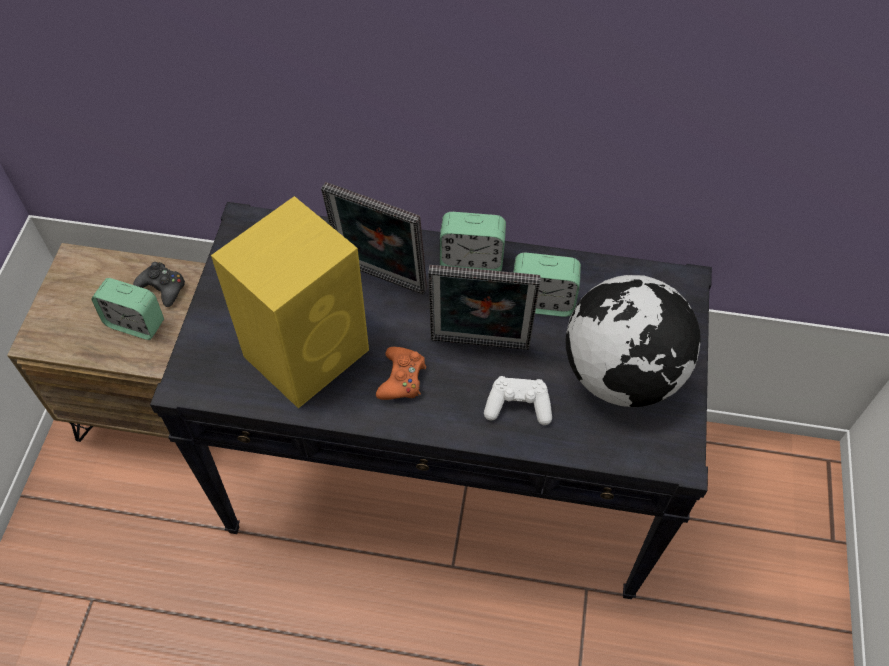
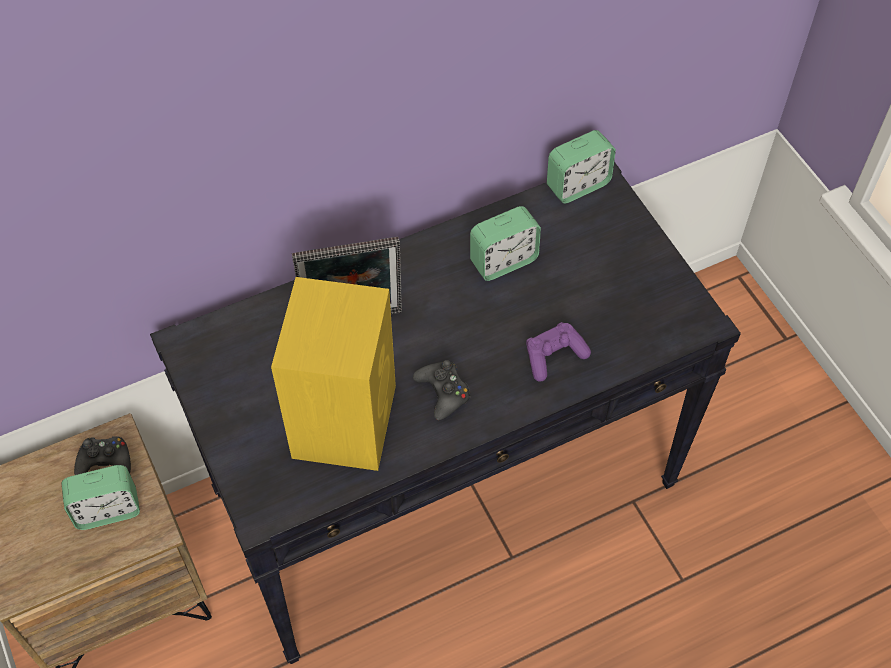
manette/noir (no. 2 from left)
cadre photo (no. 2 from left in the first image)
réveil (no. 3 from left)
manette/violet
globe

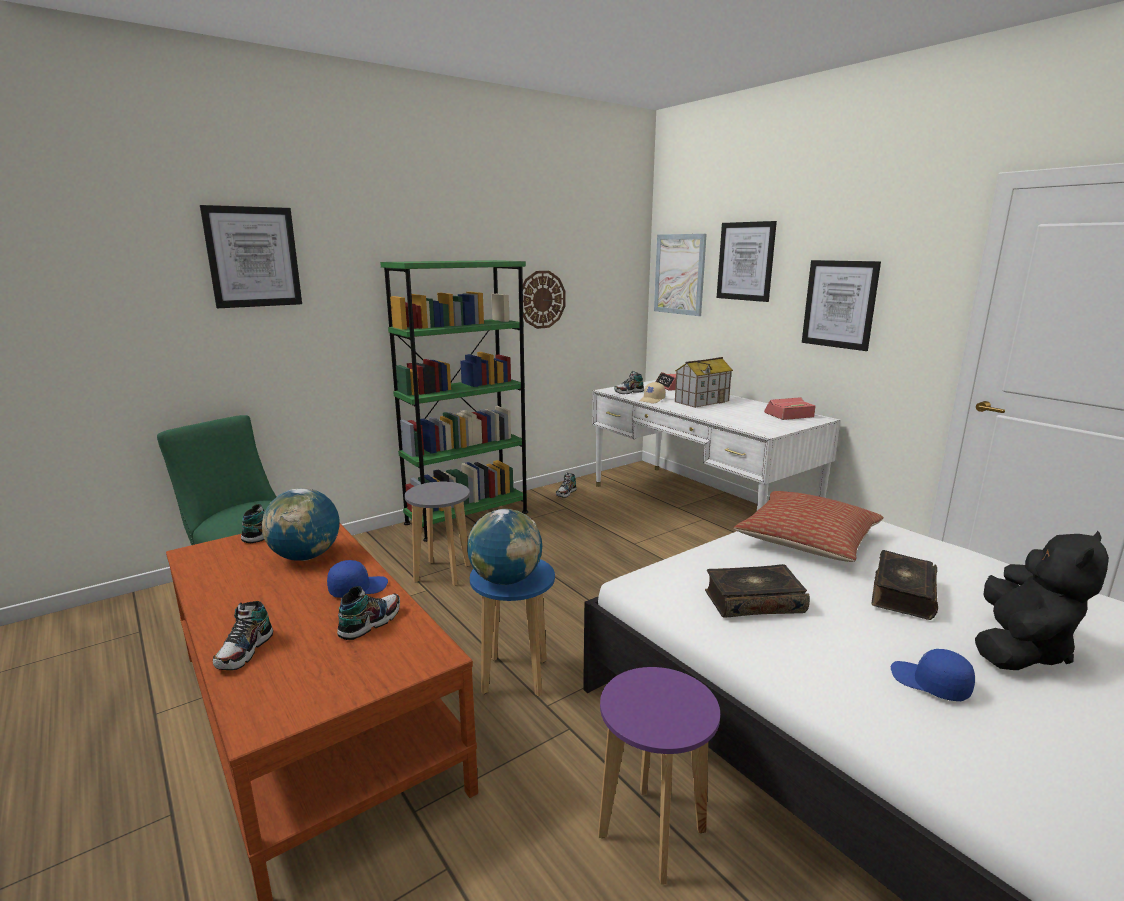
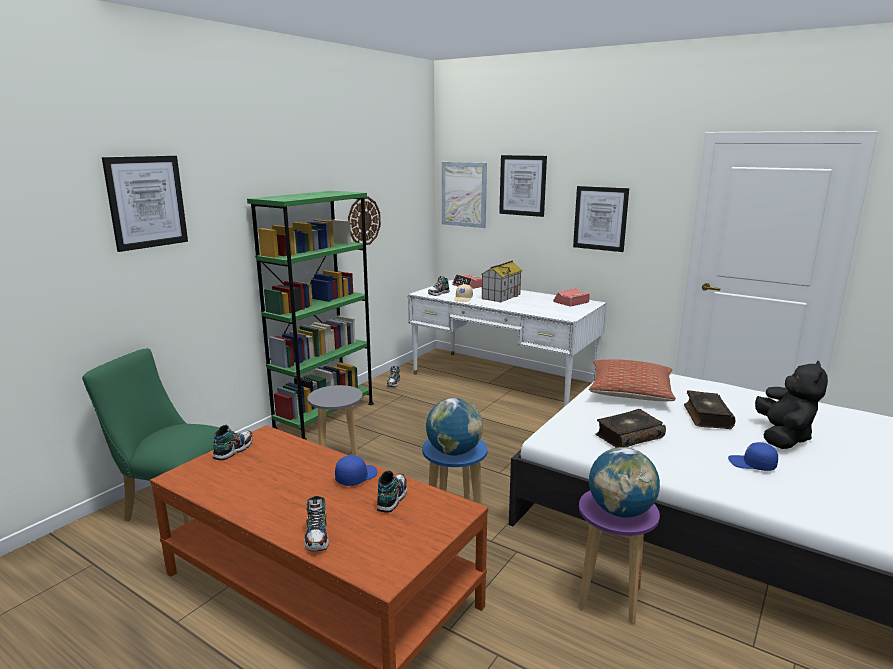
globe (no. 2 from left)

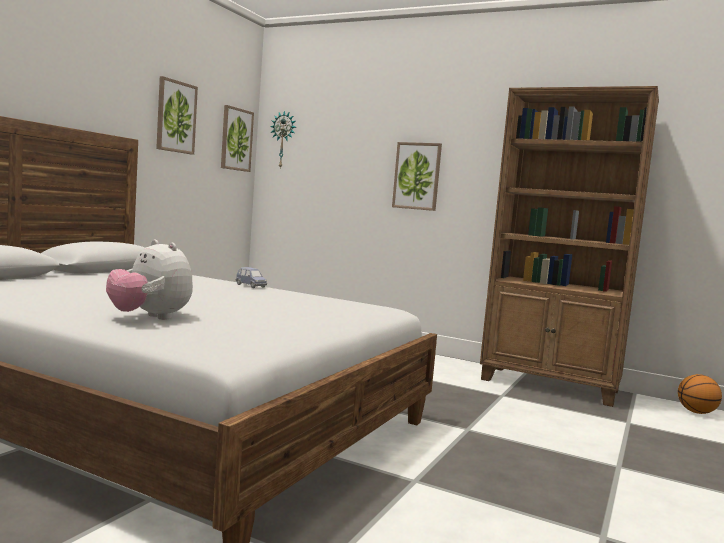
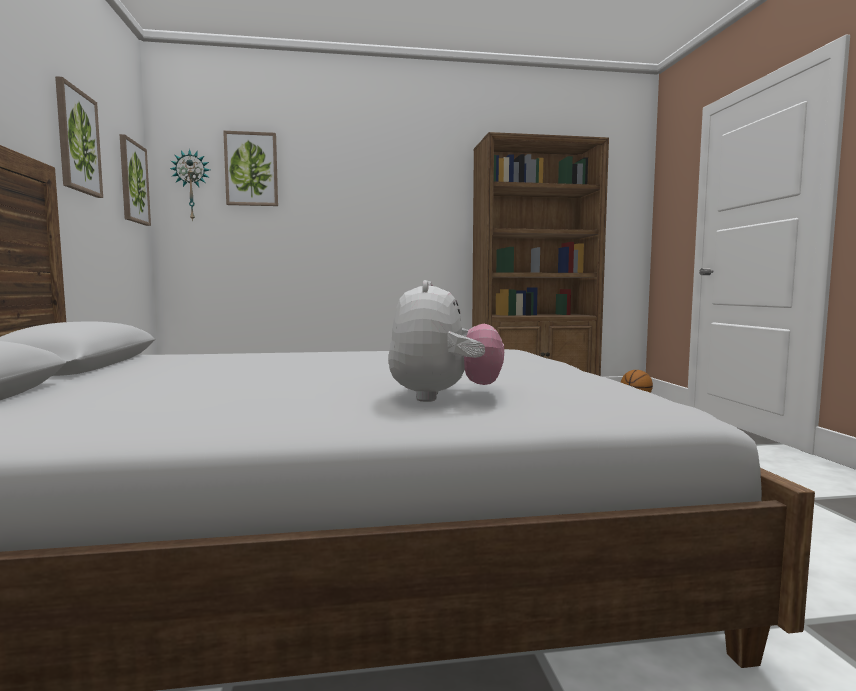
peluche
petite voiture/bleu
tableau (no. 3 from left)

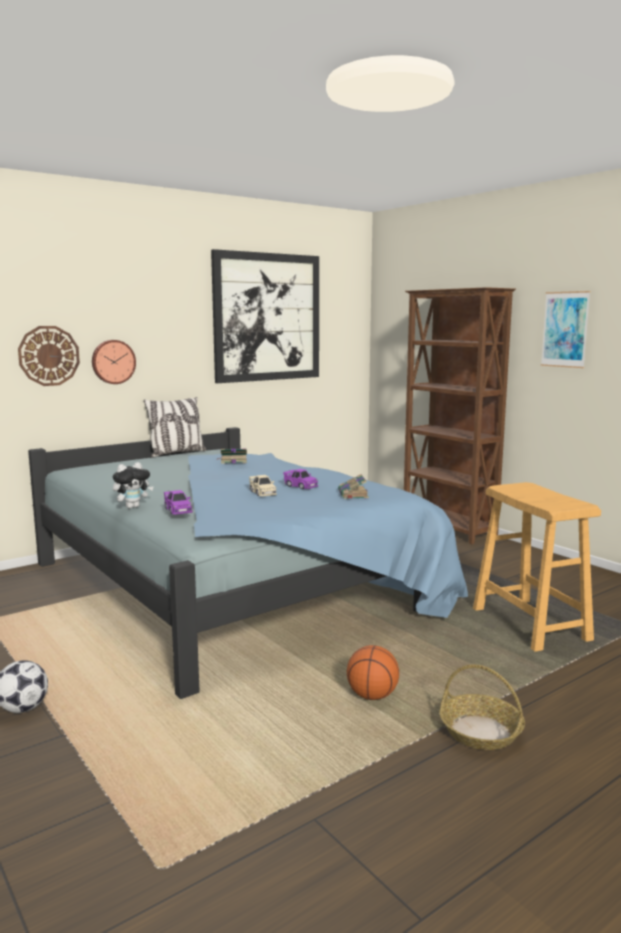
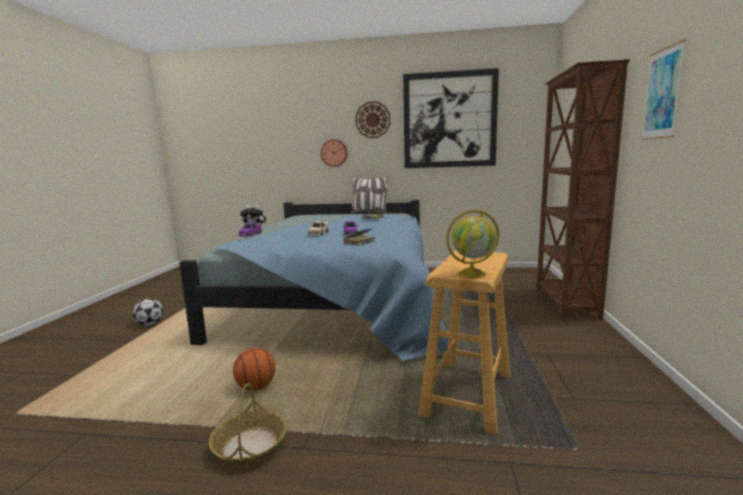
horloge murale (no. 2 from left)
globe

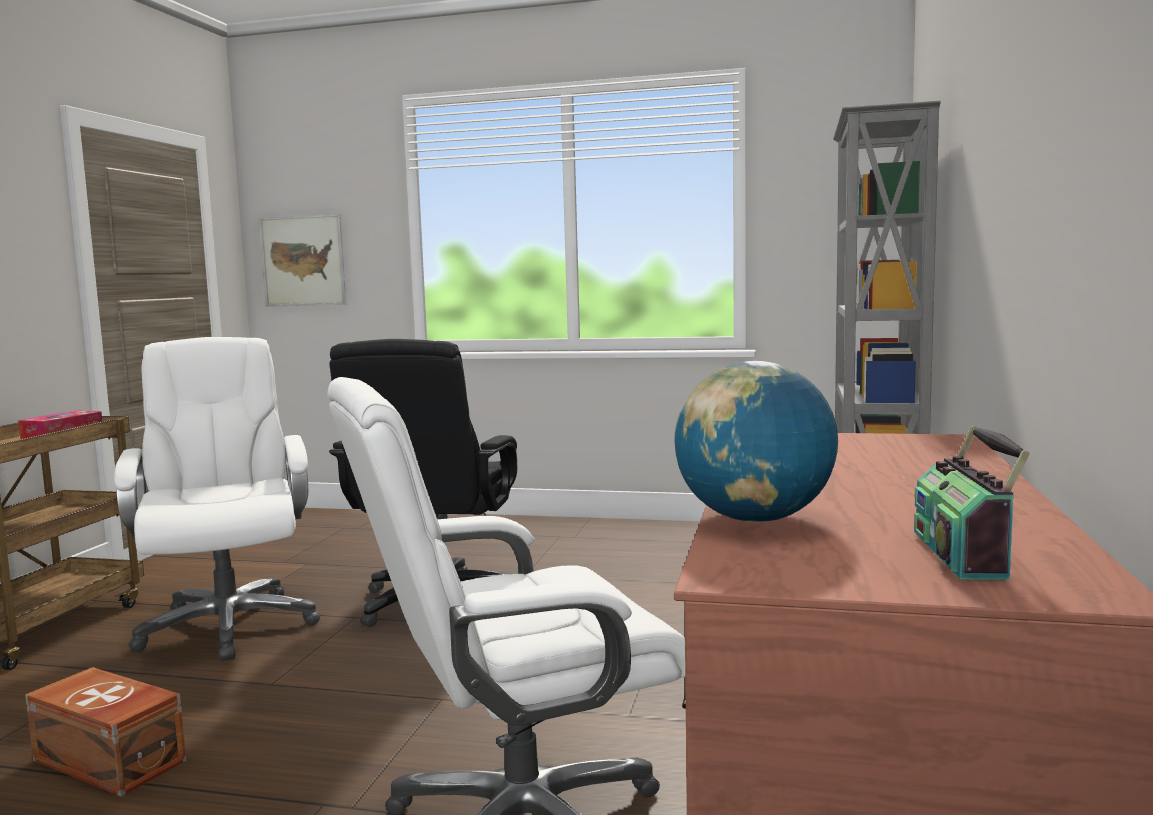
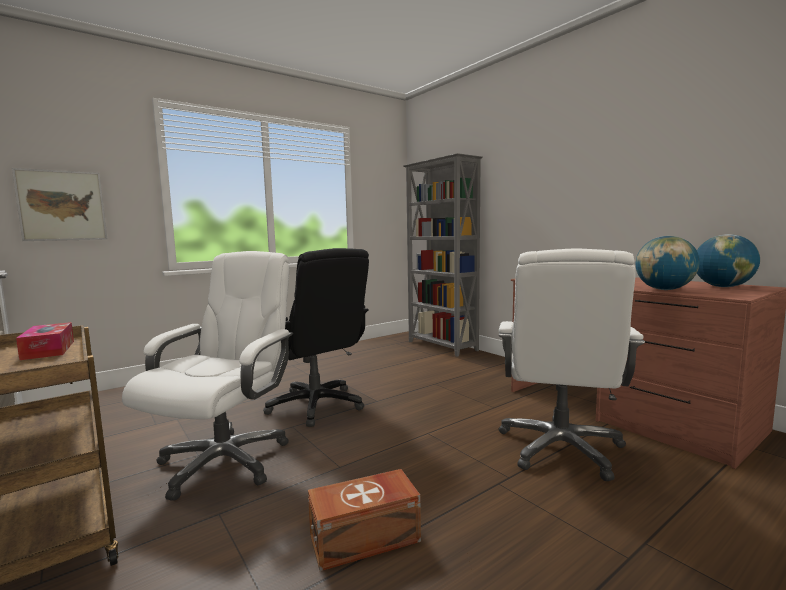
chaise de bureau/blanc (no. 1 from left)
globe (no. 2 from left)

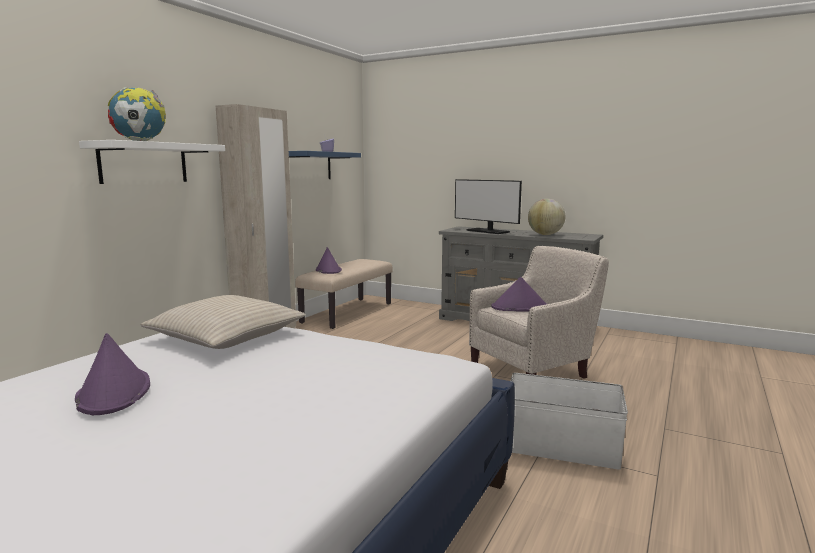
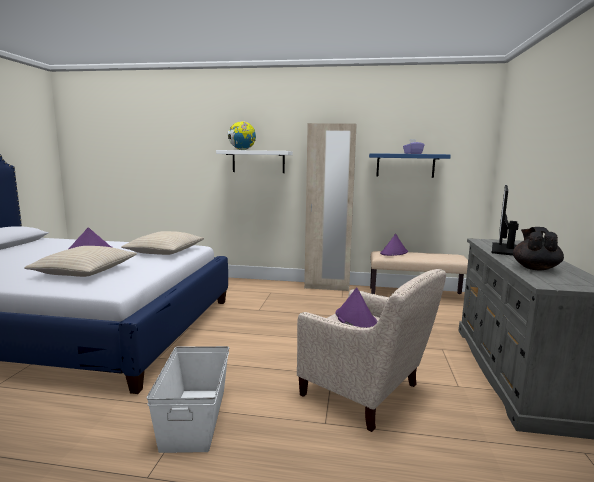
théière/noir
coussin/beige (no. 1 from left)

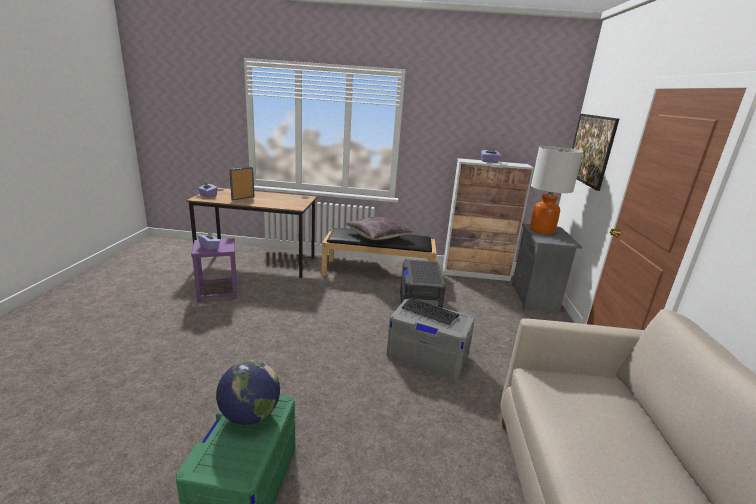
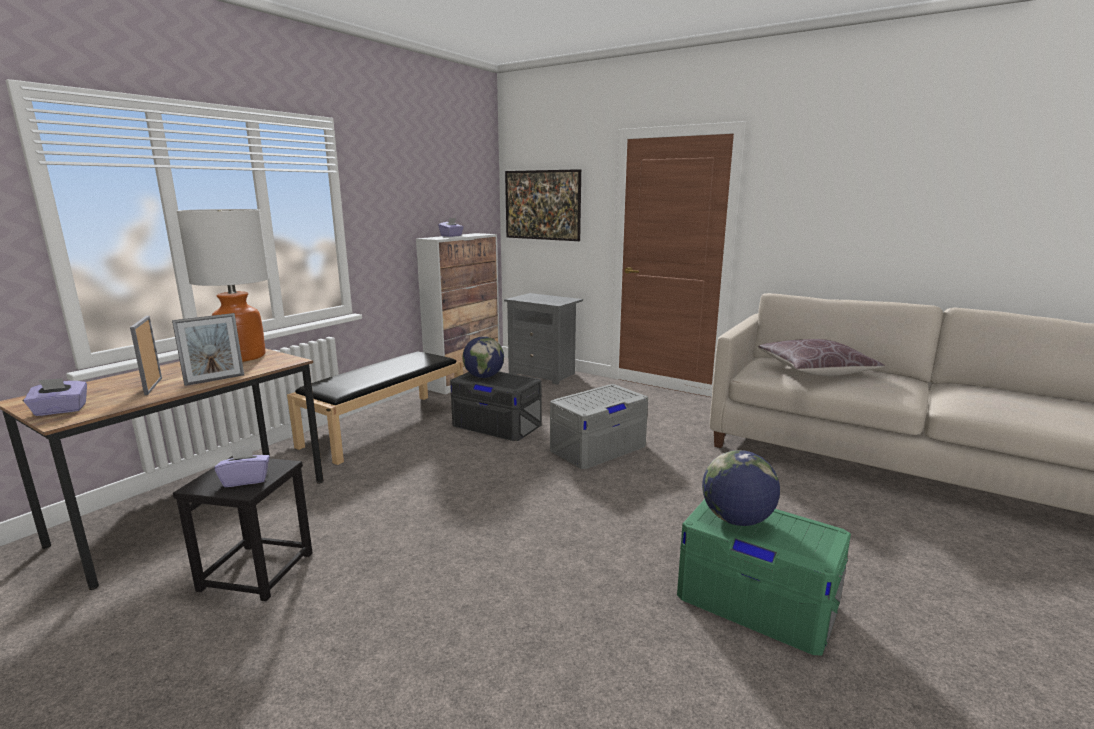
tabouret/noir
coussin/marron
clavier
lampe de table
cadre photo (no. 2 from left)
globe (no. 1 from left)

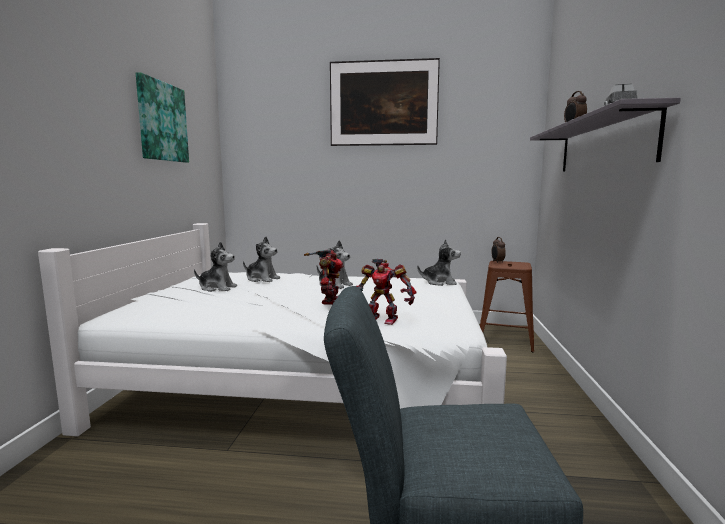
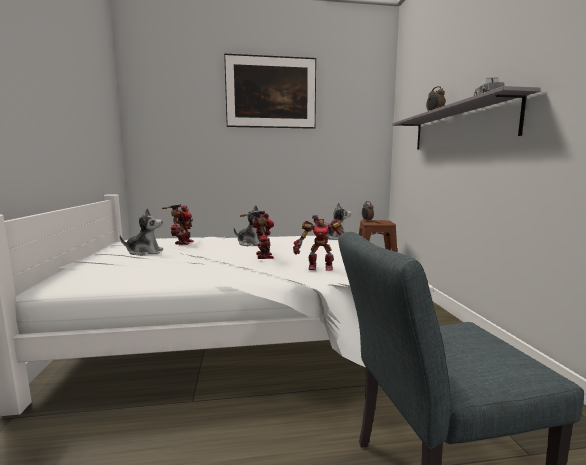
tableau (no. 1 from left in the first image)
robot jouet (no. 1 from left)

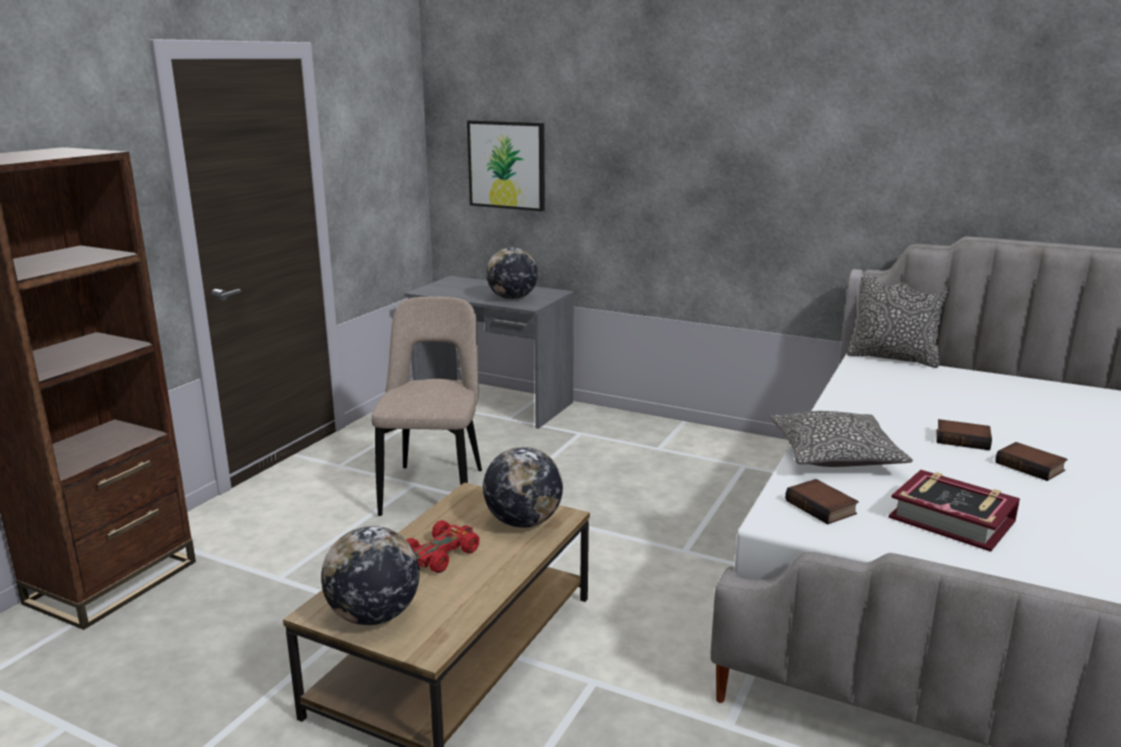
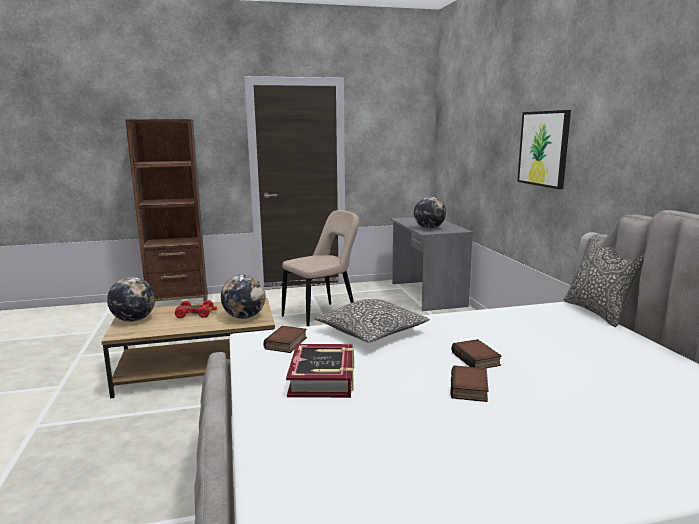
tableau

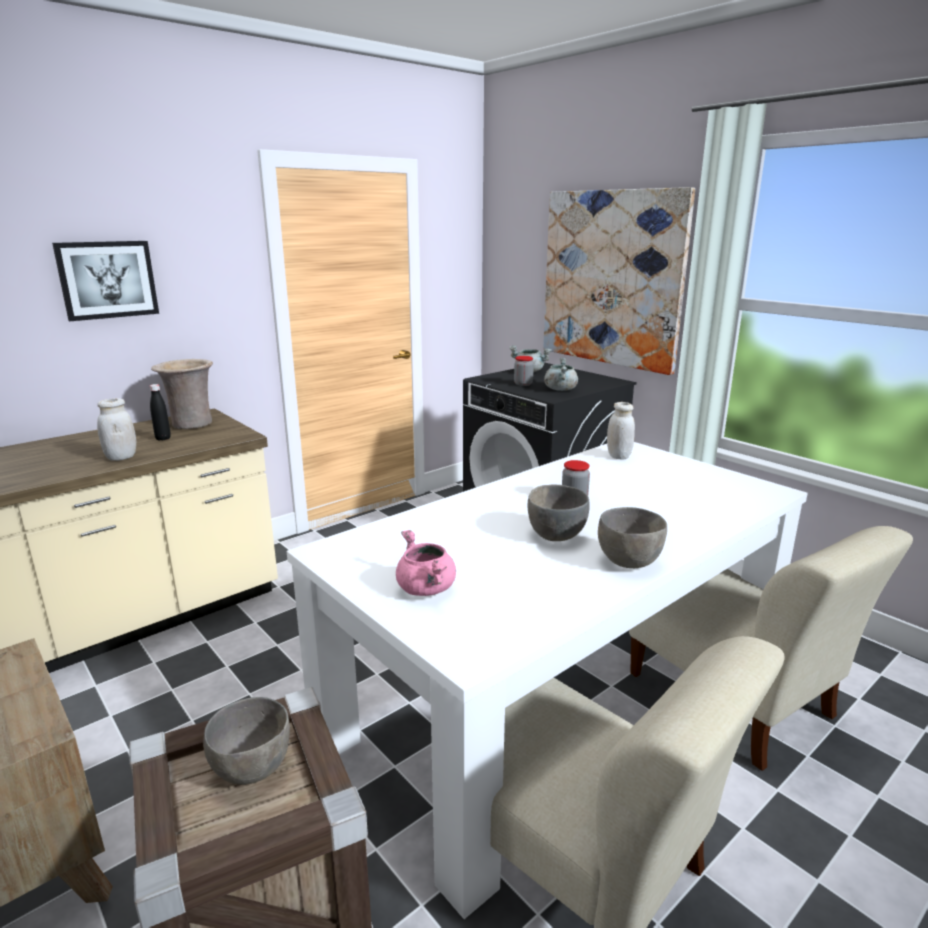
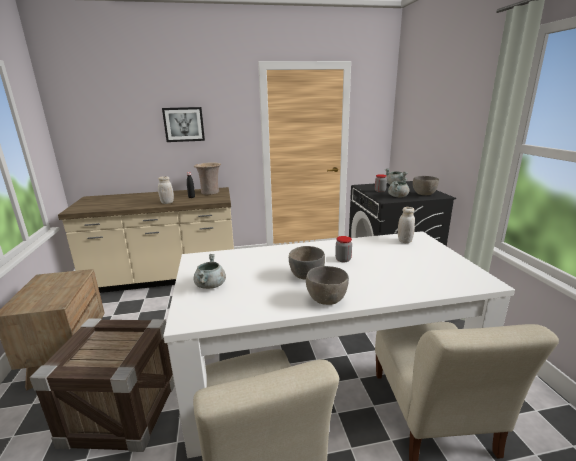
bol/gris (no. 3 from left)
marmite/gris (no. 1 from left)
tableau (no. 2 from left in the first image)

